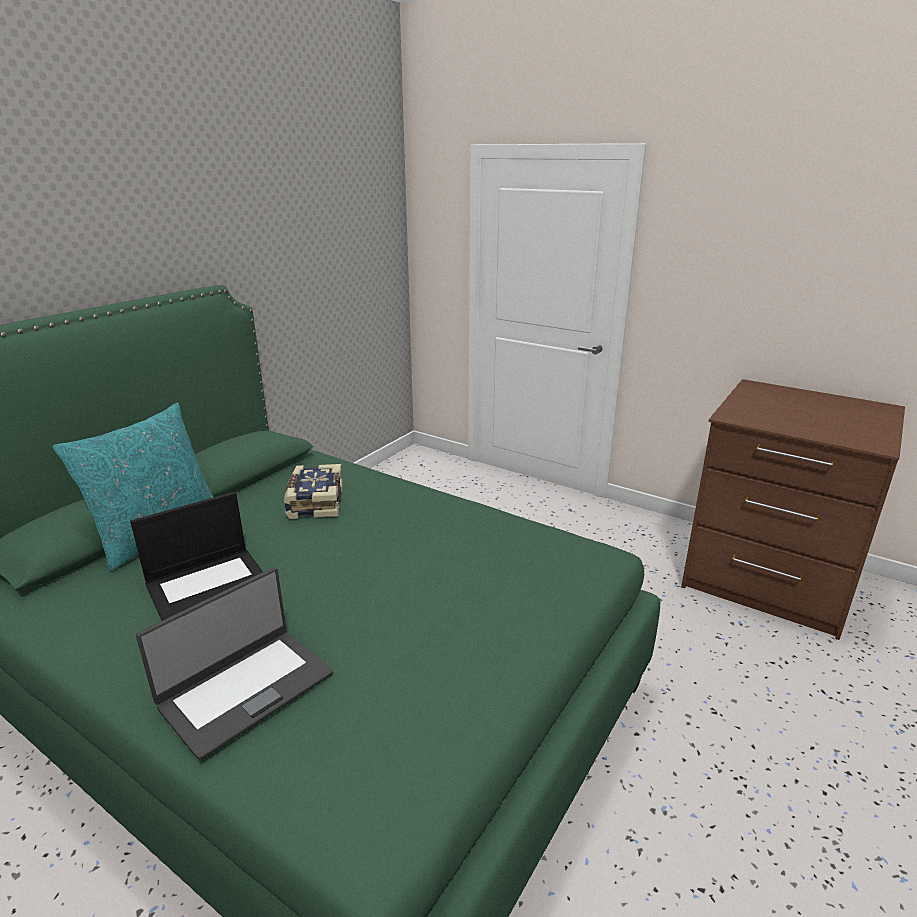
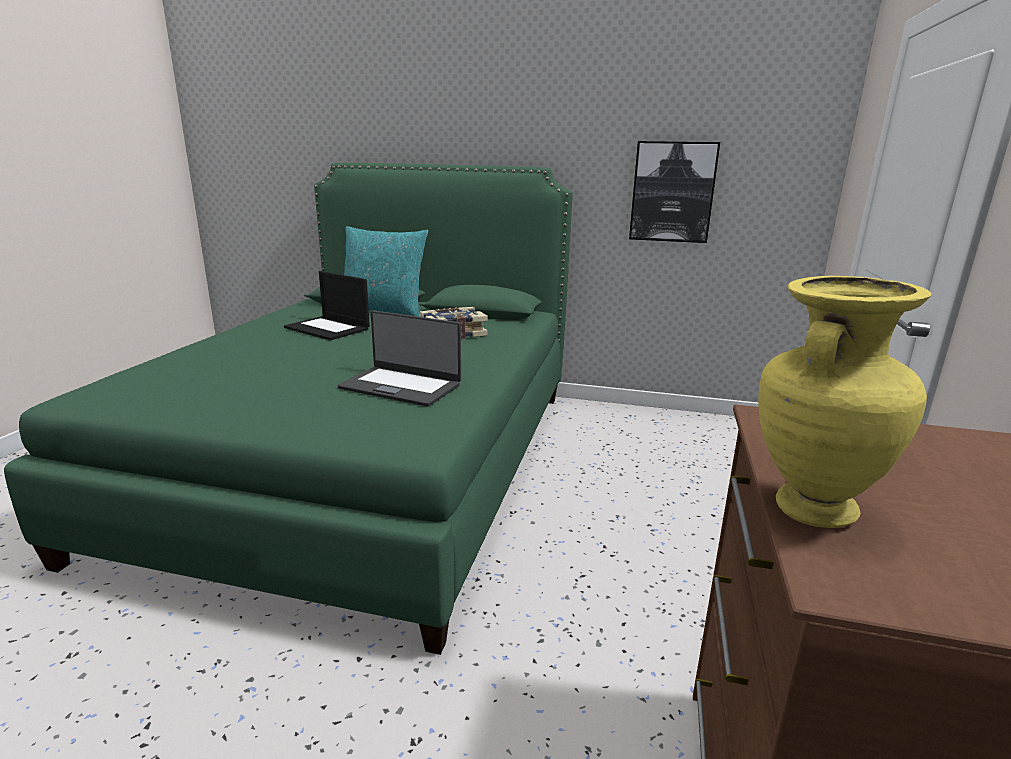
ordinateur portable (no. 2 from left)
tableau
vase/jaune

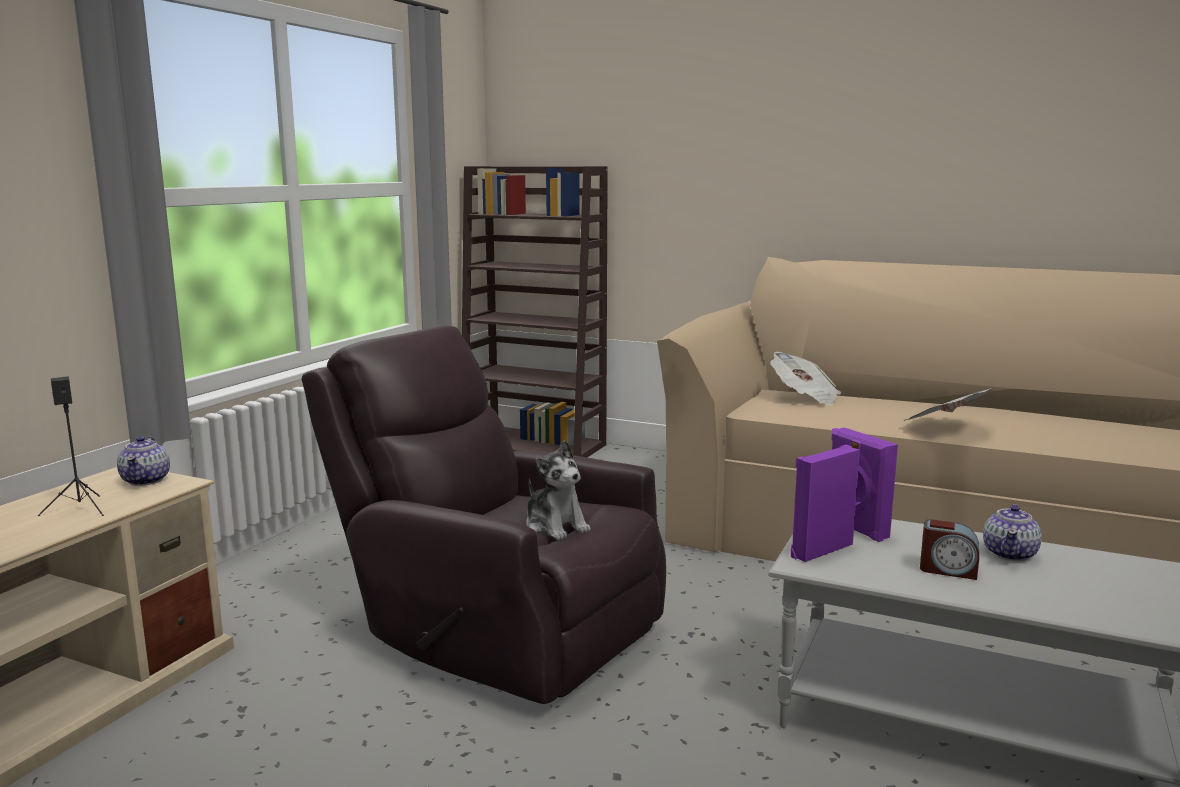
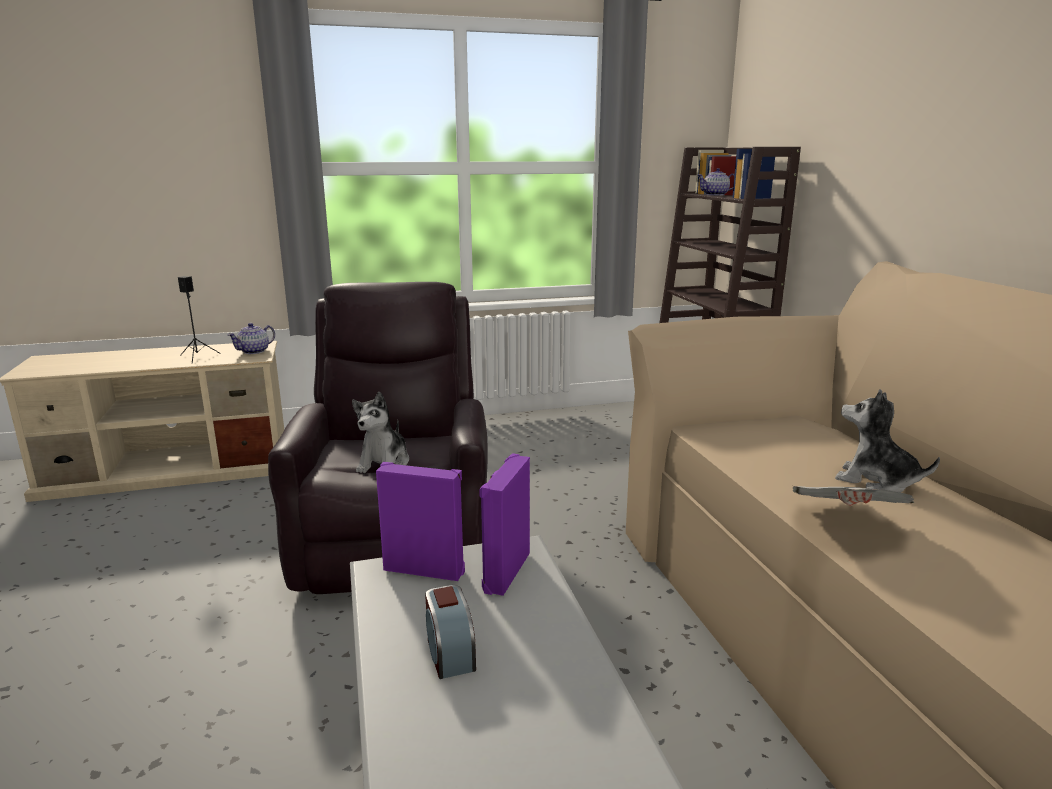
journal (no. 1 from left in the first image)
théière (no. 2 from left)
peluche (no. 2 from left)

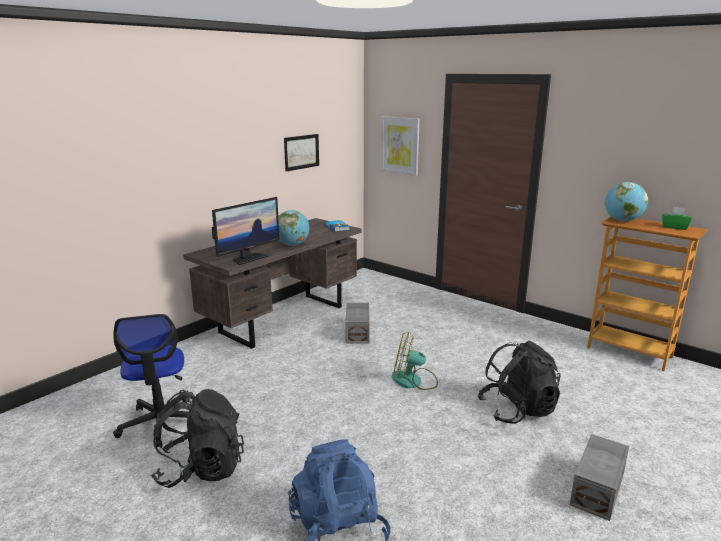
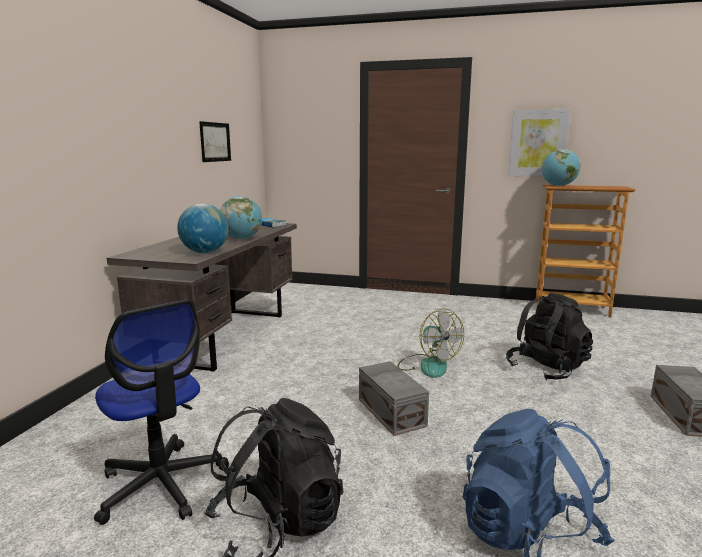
globe (no. 1 from left)
boîte de rangement/gris (no. 1 from left)
tableau (no. 2 from left)
ventilateur
boîte à mouchoirs/vert

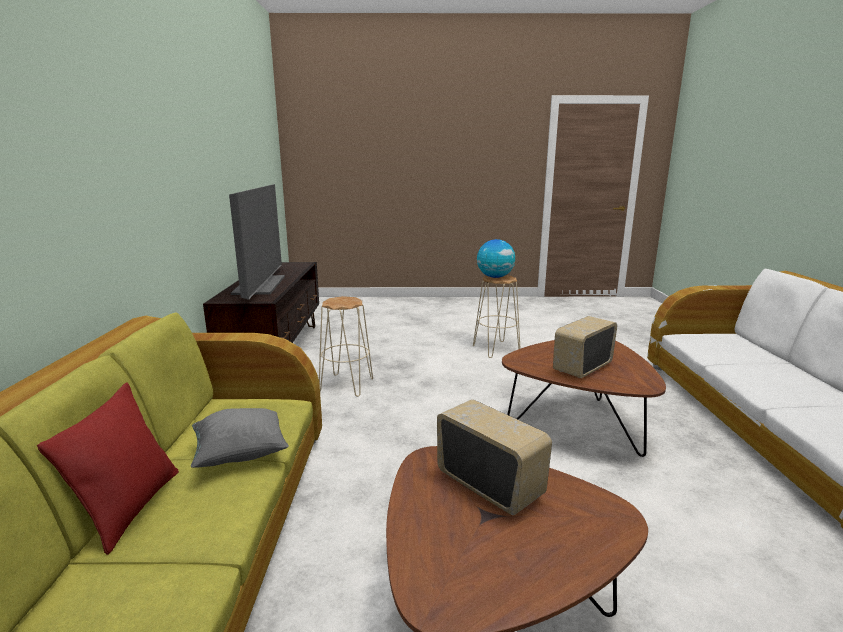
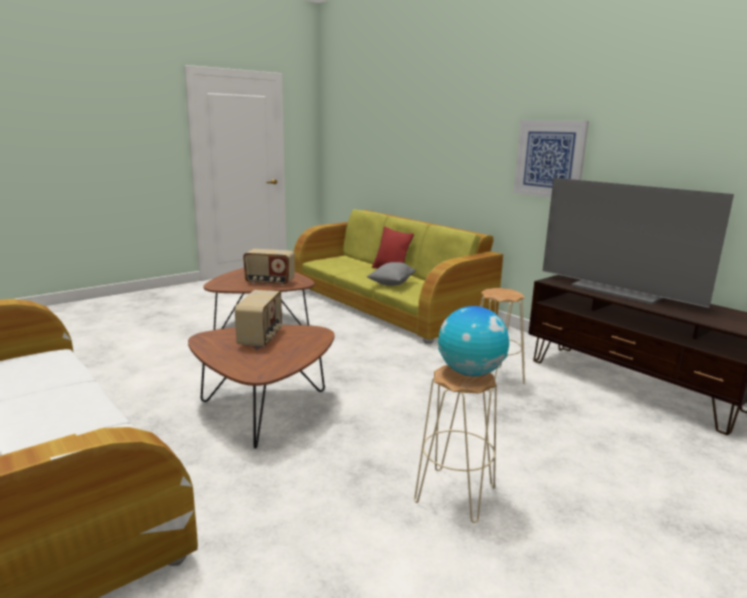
tableau

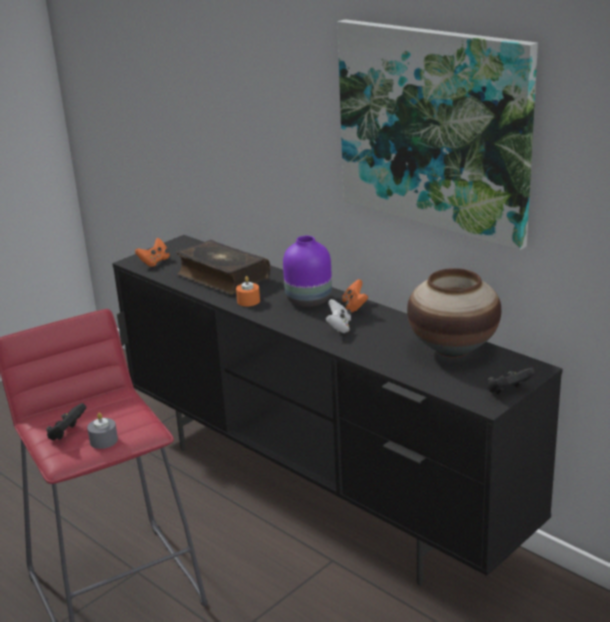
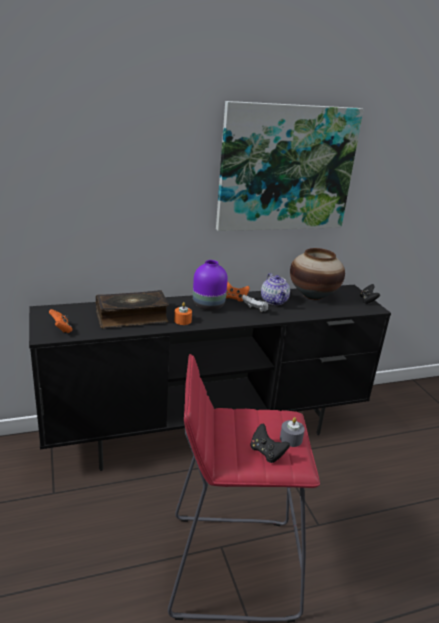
théière

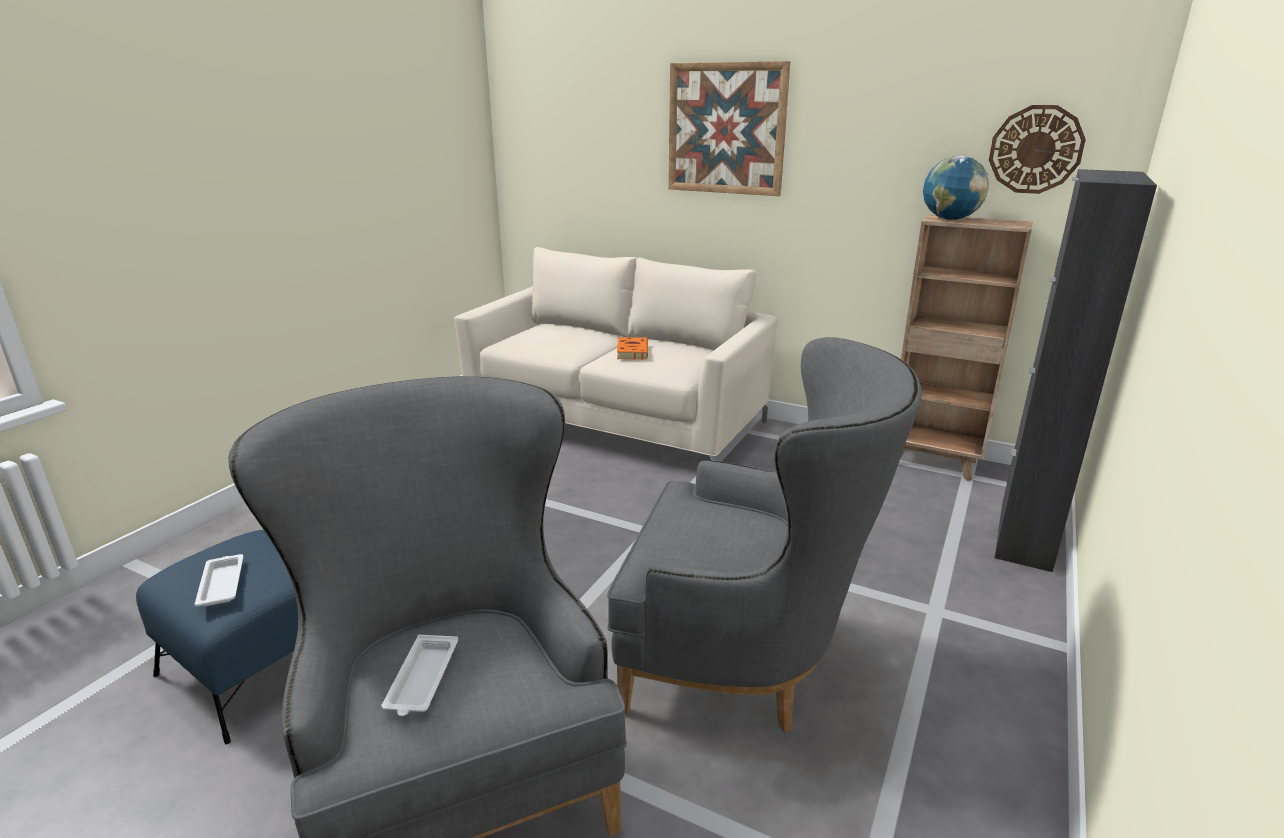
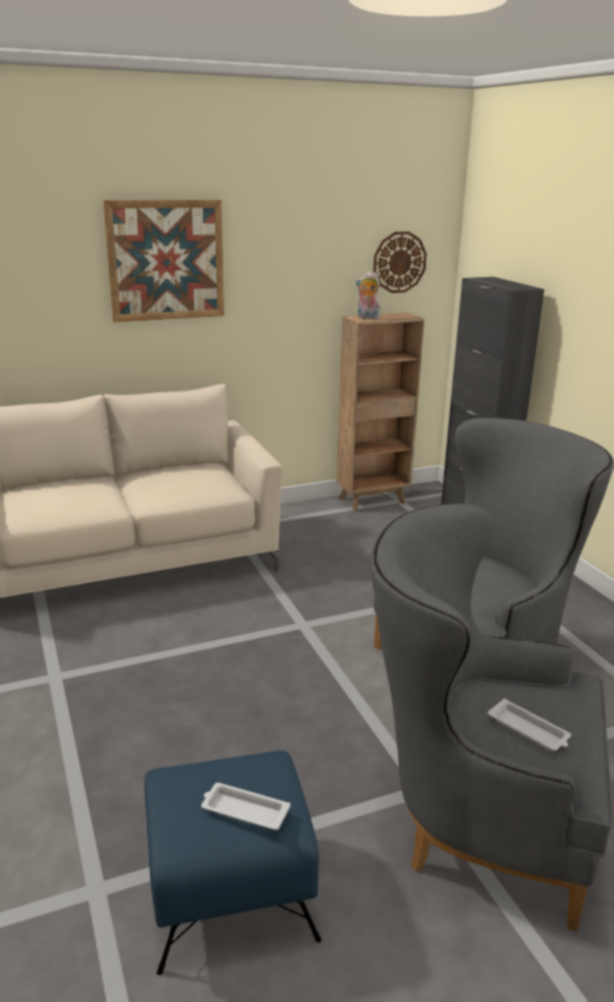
livre/orange
peluche

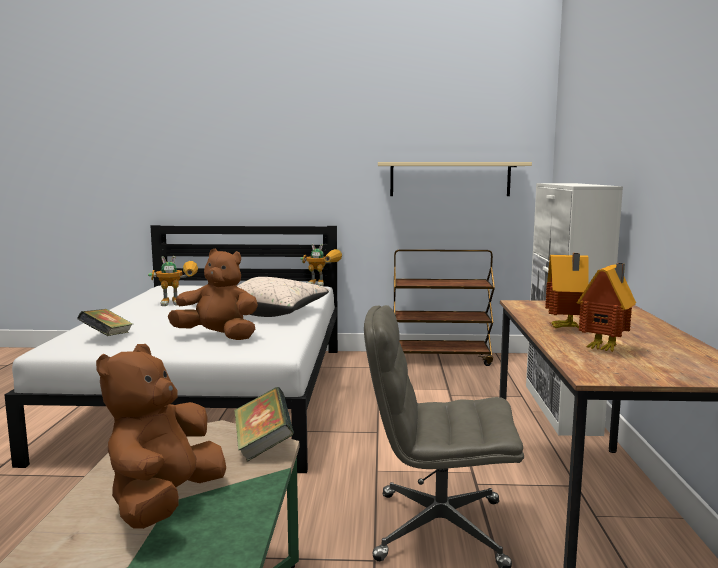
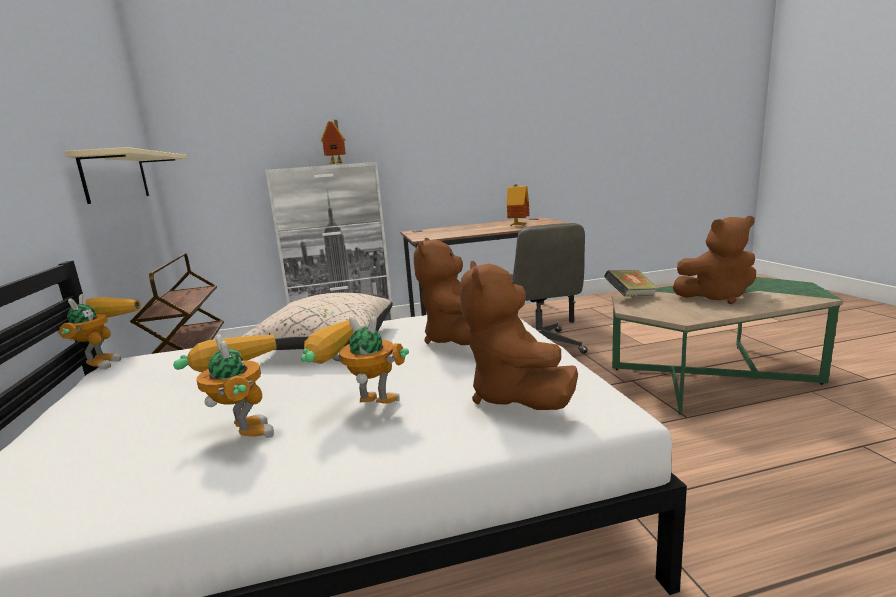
peluche/marron (no. 2 from left)
maison miniature (no. 1 from left)
robot jouet (no. 3 from left)

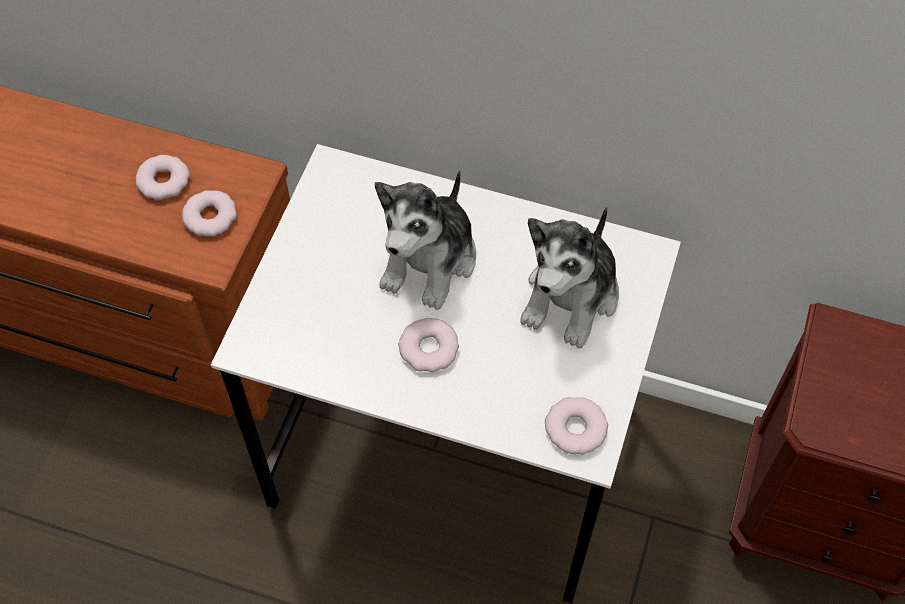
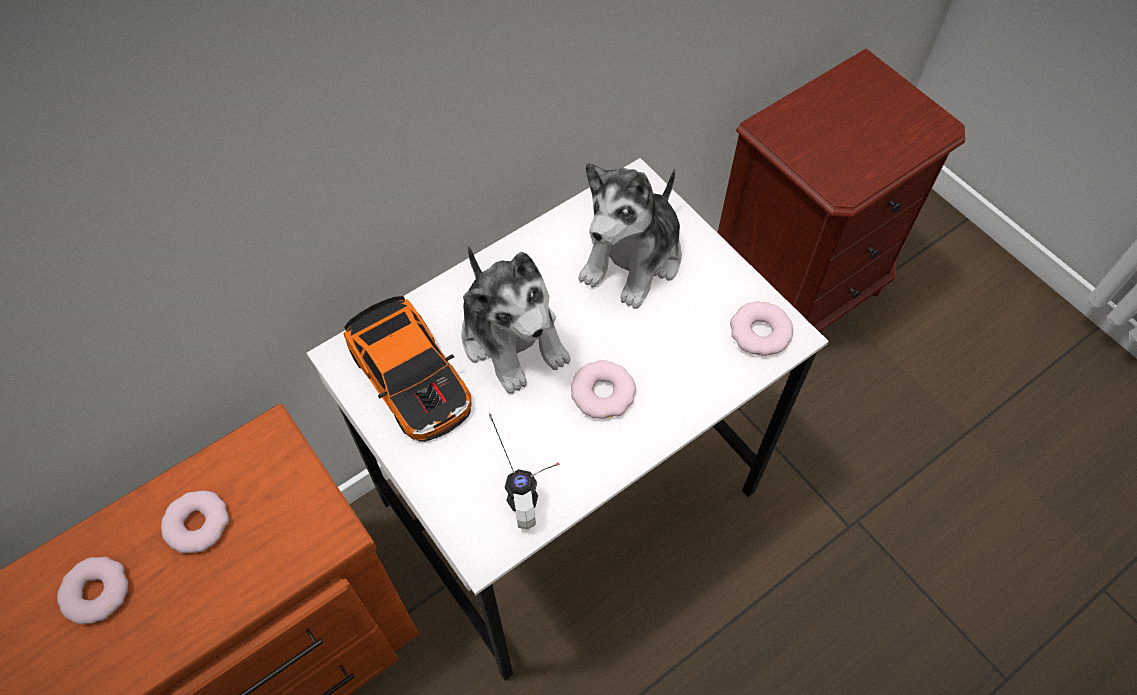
beignet (no. 1 from left)
peluche (no. 2 from left)
petite voiture
casque audio

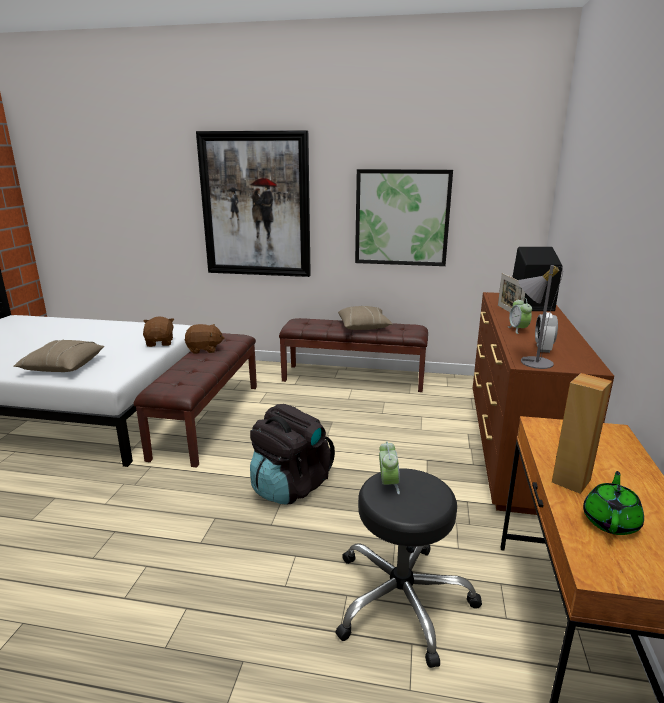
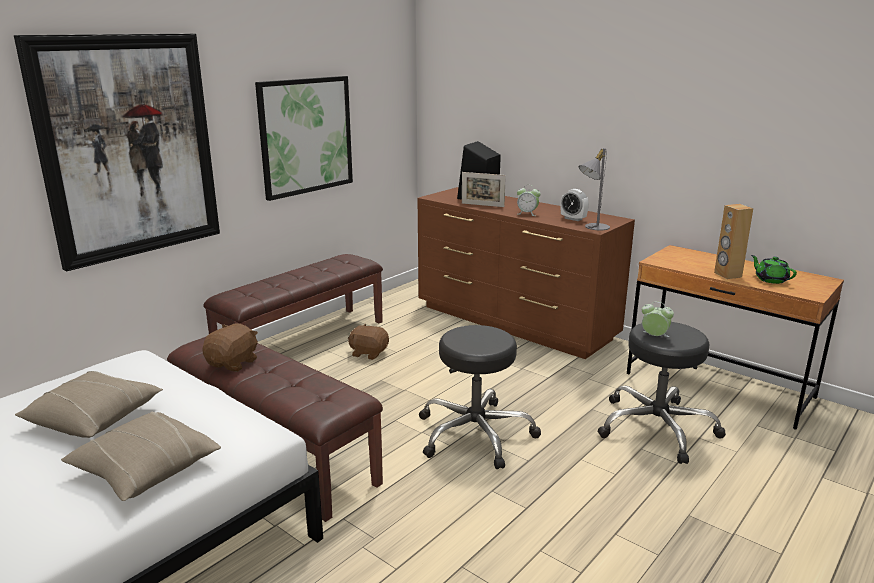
peluche/marron (no. 2 from left)
tabouret/noir (no. 1 from left)
coussin/beige (no. 1 from left)

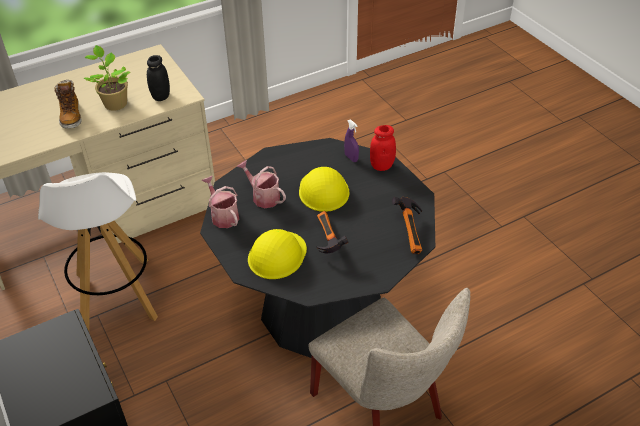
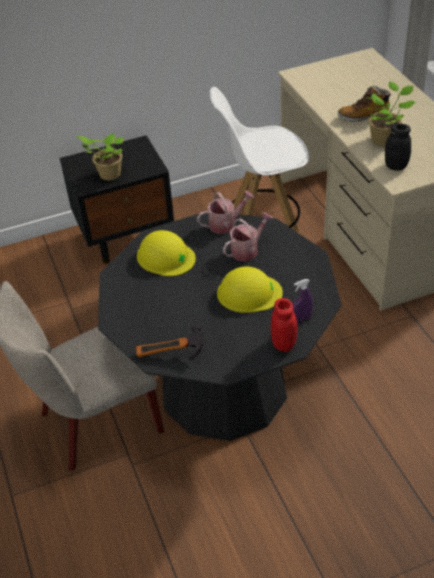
marteau (no. 1 from left in the first image)
plante en pot (no. 1 from left)

